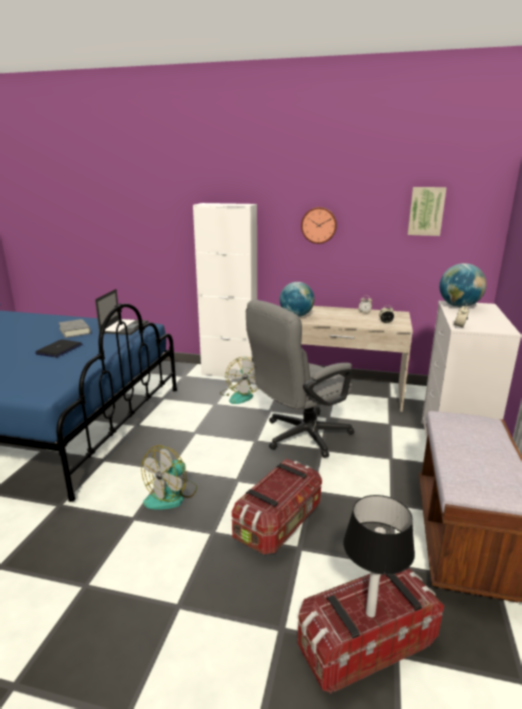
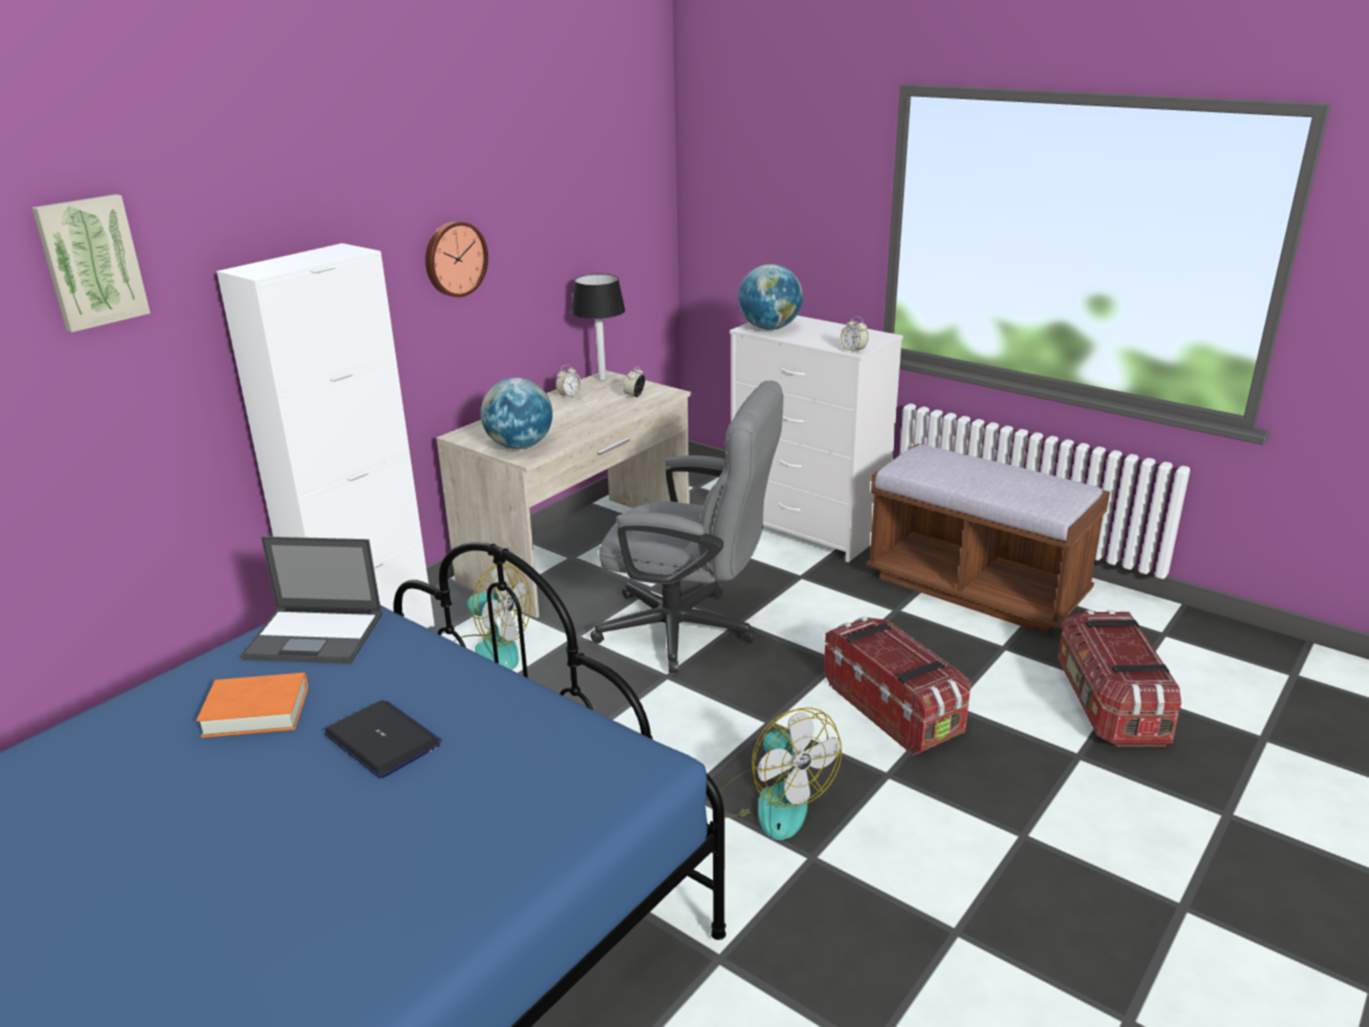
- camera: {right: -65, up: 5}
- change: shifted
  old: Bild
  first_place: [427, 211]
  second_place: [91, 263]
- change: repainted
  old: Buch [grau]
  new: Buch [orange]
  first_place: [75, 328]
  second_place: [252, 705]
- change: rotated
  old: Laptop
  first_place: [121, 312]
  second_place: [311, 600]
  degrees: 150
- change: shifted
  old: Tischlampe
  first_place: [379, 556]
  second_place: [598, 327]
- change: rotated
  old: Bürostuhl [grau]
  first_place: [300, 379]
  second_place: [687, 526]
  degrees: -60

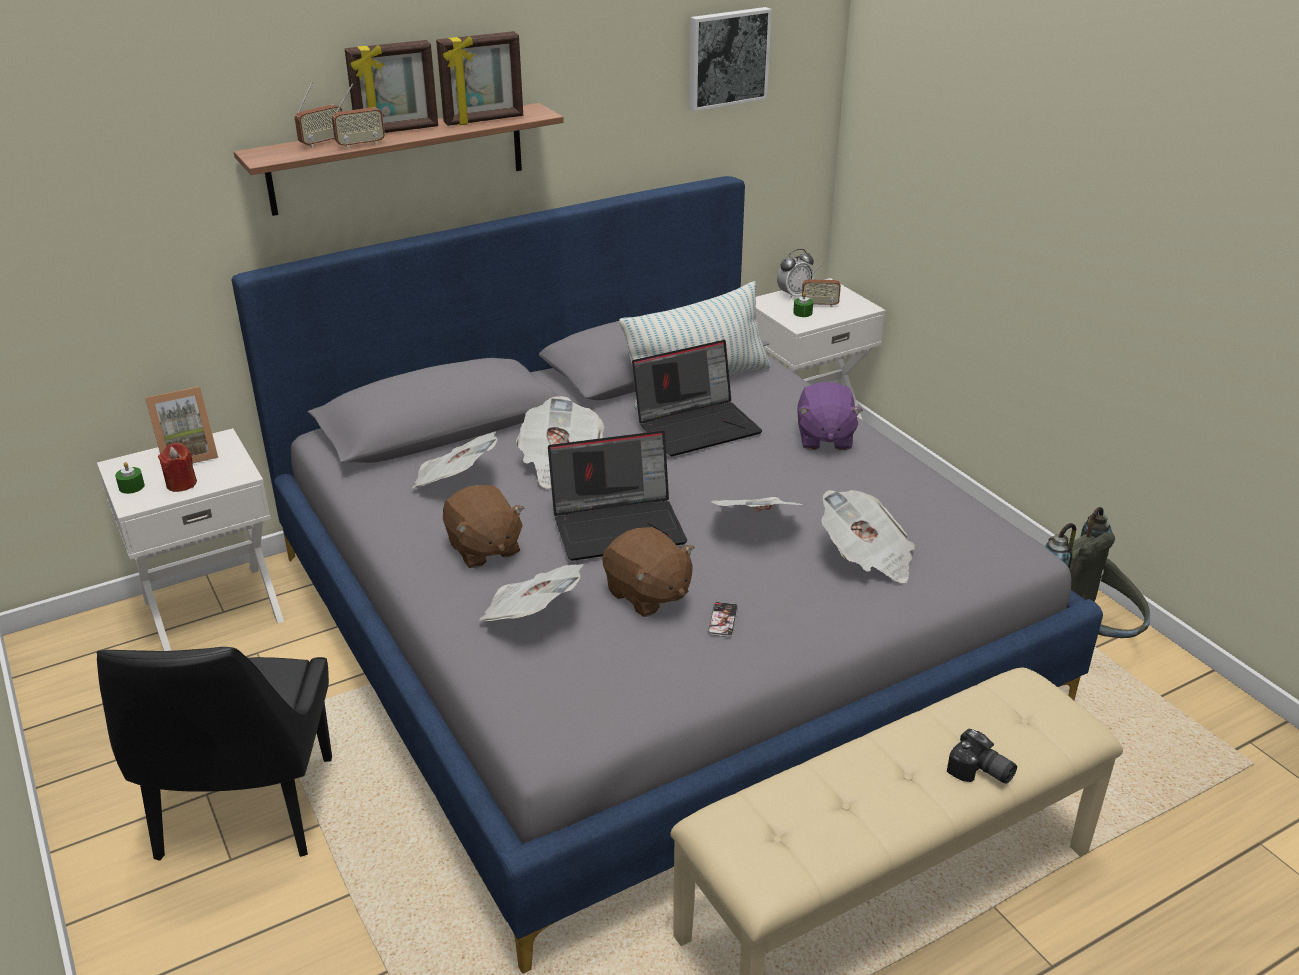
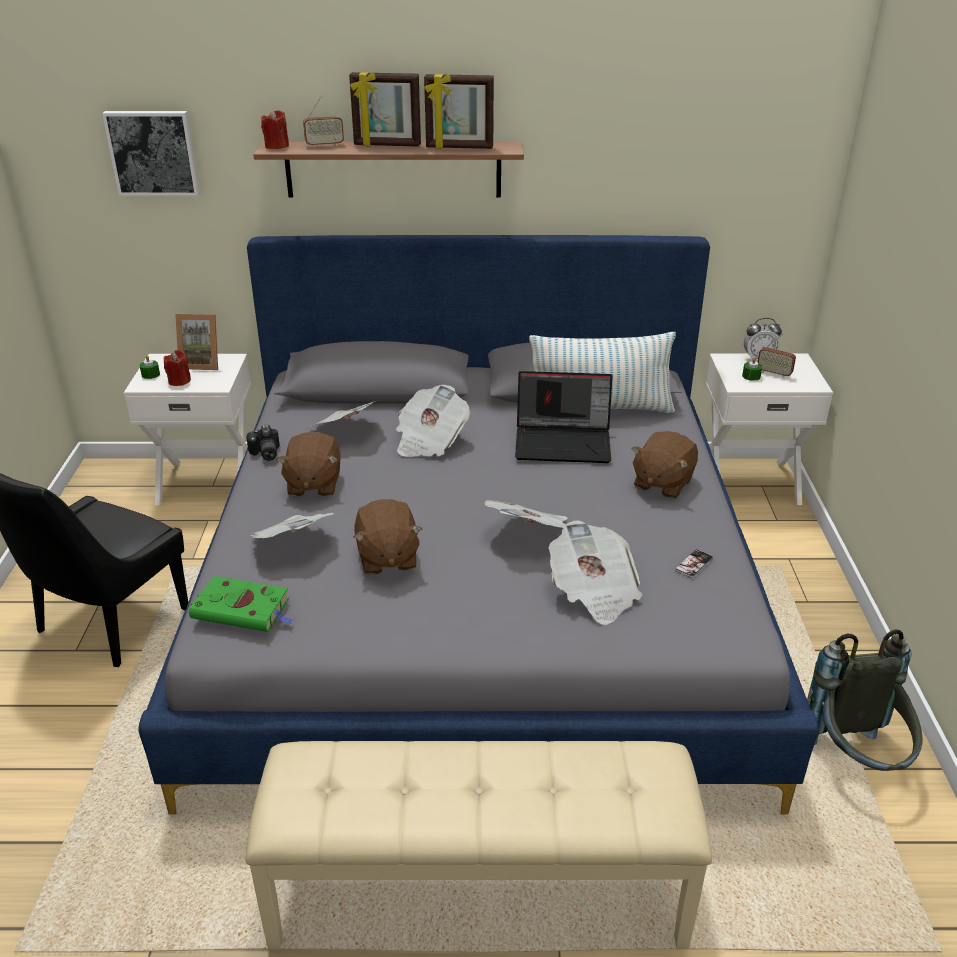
- camera: {right: 30, up: 0}
- change: shifted
  old: Bild
  first_place: [730, 59]
  second_place: [151, 153]
- change: new
  new: Buch [grün]
  second_place: [241, 604]
- change: shifted
  old: Kamera
  first_place: [982, 756]
  second_place: [263, 443]
- change: new
  new: Kerze [rot]
  second_place: [275, 129]
- change: repainted
  old: Plüschtier [lila]
  new: Plüschtier [braun]
  first_place: [830, 416]
  second_place: [665, 465]
- change: shifted
  old: Handy
  first_place: [722, 619]
  second_place: [694, 563]
- change: gone
  old: Radio
  first_place: [358, 116]
- change: gone
  old: Laptop
  first_place: [617, 496]

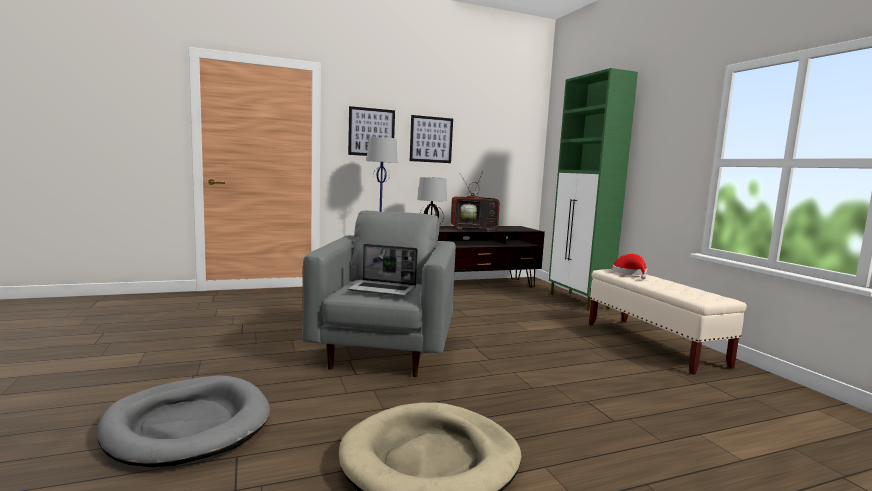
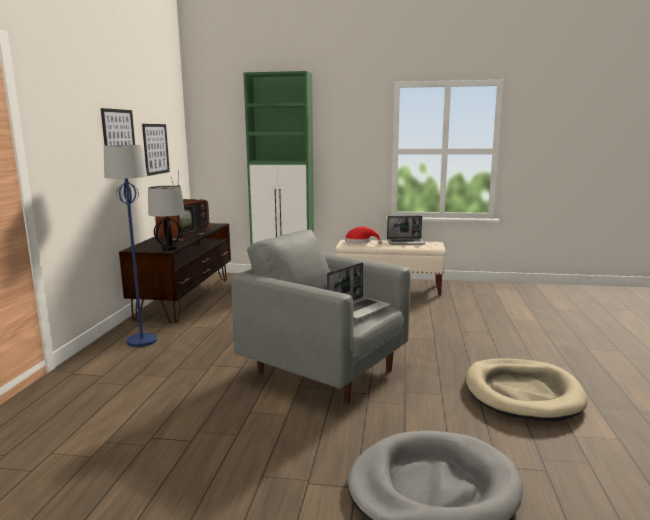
- camera: {right: -60, up: 5}
- change: shifted
  old: Bild
  first_place: [371, 131]
  second_place: [156, 150]
- change: new
  new: Laptop
  second_place: [406, 230]

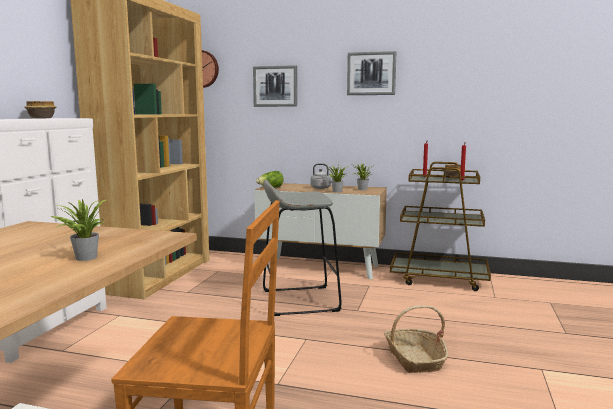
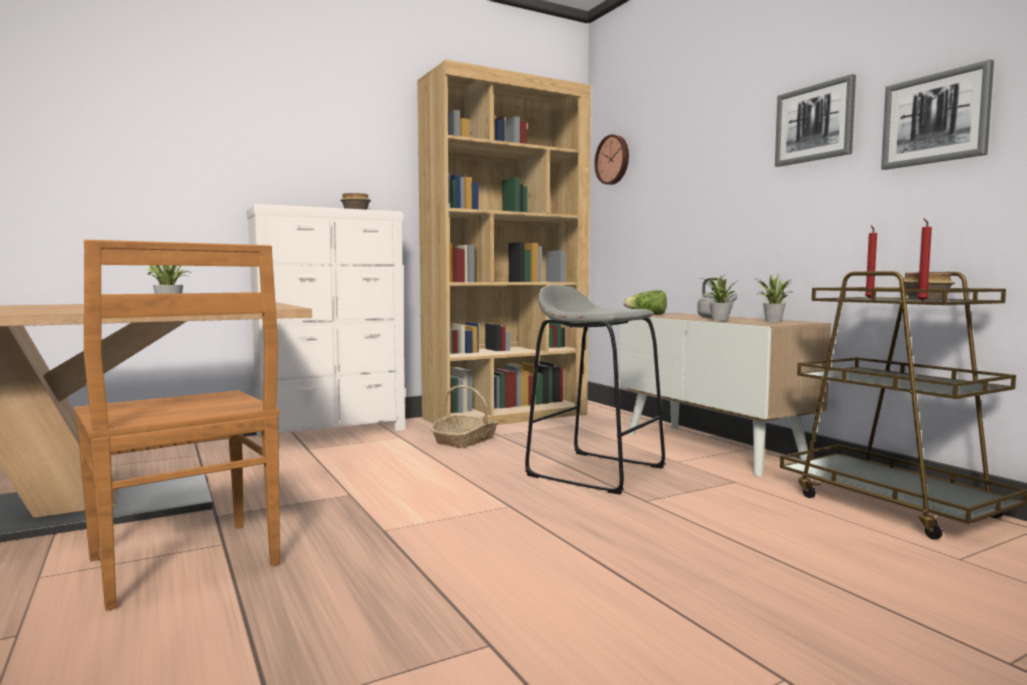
- camera: {right: 45, up: -5}
- change: shifted
  old: Korb
  first_place: [416, 339]
  second_place: [464, 416]
- change: shifted
  old: Bild
  first_place: [275, 86]
  second_place: [937, 114]

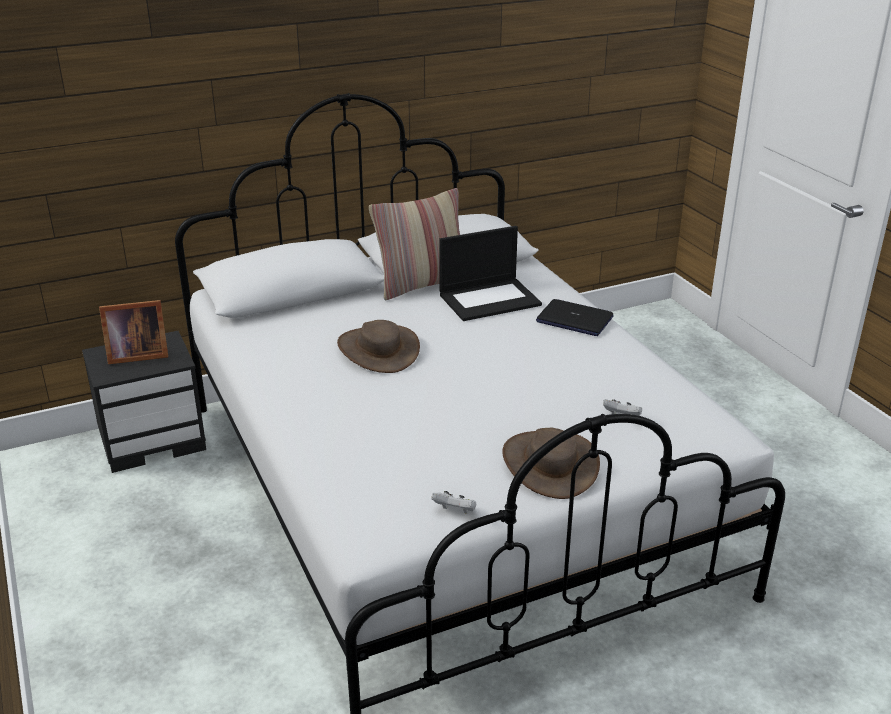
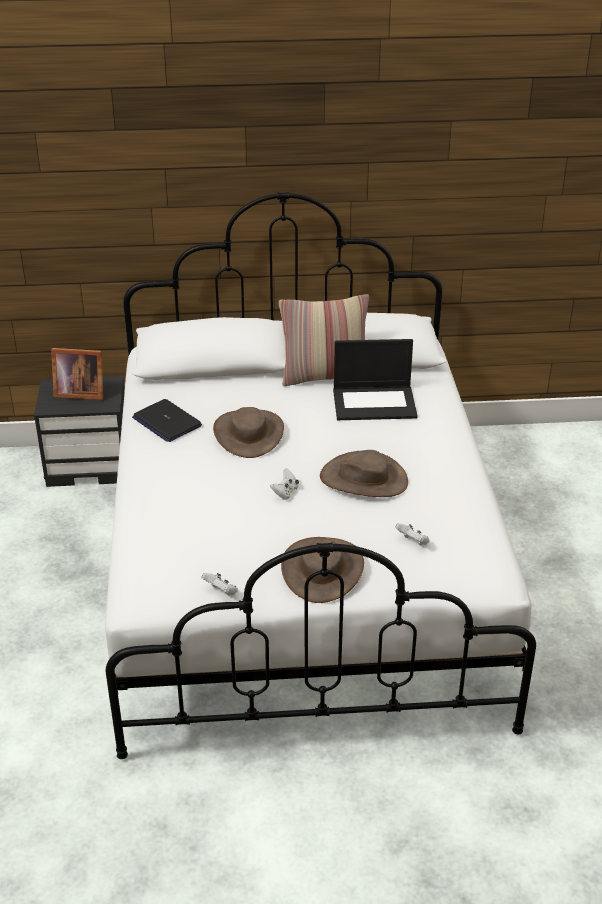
- camera: {right: 20, up: 5}
- change: shifted
  old: Laptop
  first_place: [575, 317]
  second_place: [167, 420]
- change: new
  new: Gamepad [weiß]
  second_place: [285, 484]
- change: new
  new: Hut [braun]
  second_place: [364, 473]

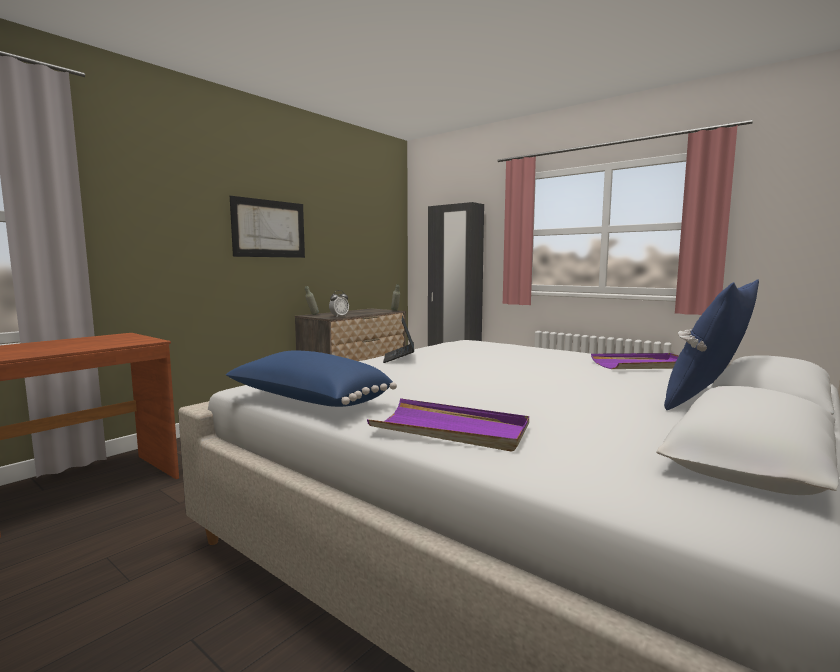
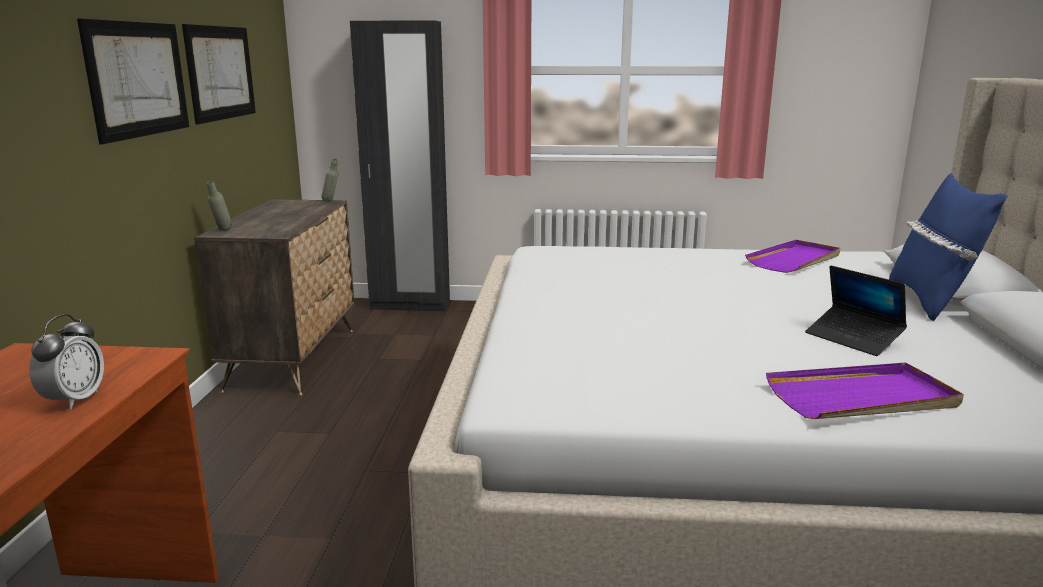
- camera: {right: -35, up: 10}
- change: shifted
  old: Wecker
  first_place: [339, 303]
  second_place: [66, 361]
- change: new
  new: Bild
  second_place: [219, 74]
- change: shifted
  old: Laptop
  first_place: [398, 339]
  second_place: [856, 310]
- change: gone
  old: Kissen [blau]
  first_place: [311, 378]

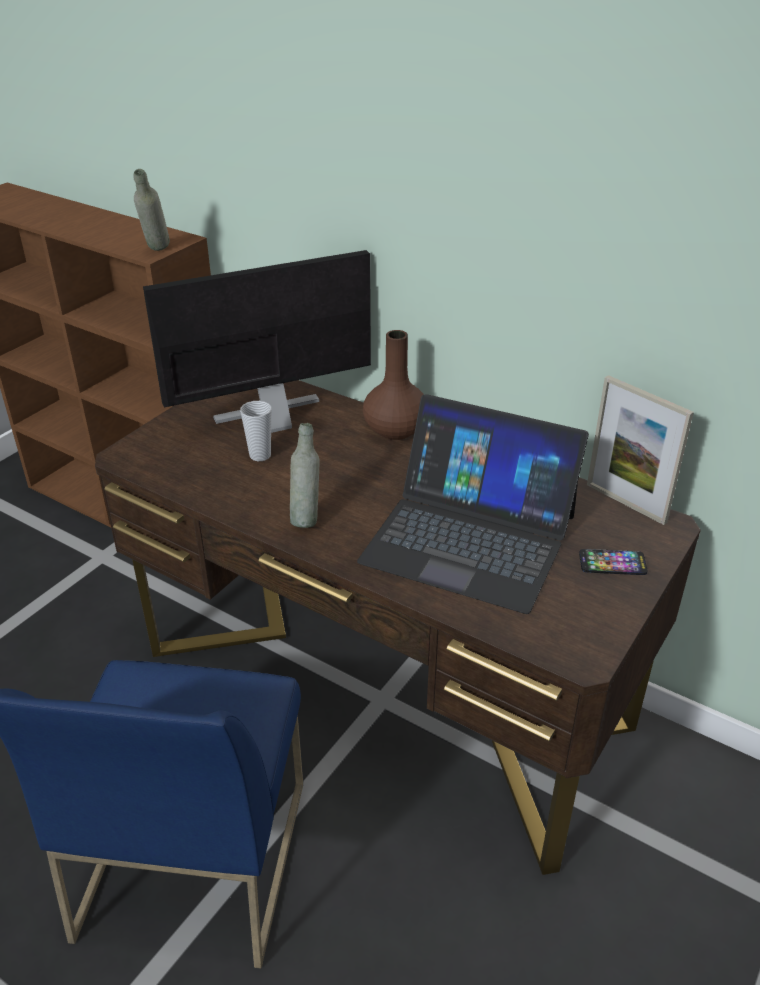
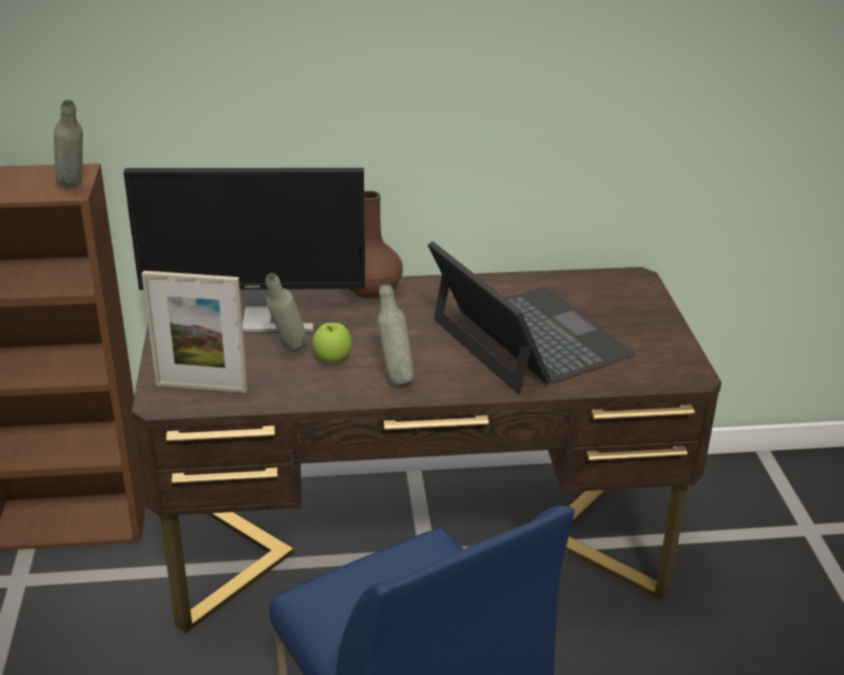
- camera: {right: -40, up: -5}
- change: rotated
  old: Monitor
  first_place: [257, 341]
  second_place: [244, 250]
  degrees: -120
- change: shifted
  old: Bilderrahmen
  first_place: [640, 450]
  second_place: [195, 332]
- change: swapped
  old: Tasse
  new: Flasche [grau]
  first_place: [255, 431]
  second_place: [286, 311]
- change: new
  new: Apfel
  second_place: [332, 343]
- change: rotated
  old: Laptop
  first_place: [473, 504]
  second_place: [531, 317]
  degrees: -105
- change: gone
  old: Handy
  first_place: [613, 562]

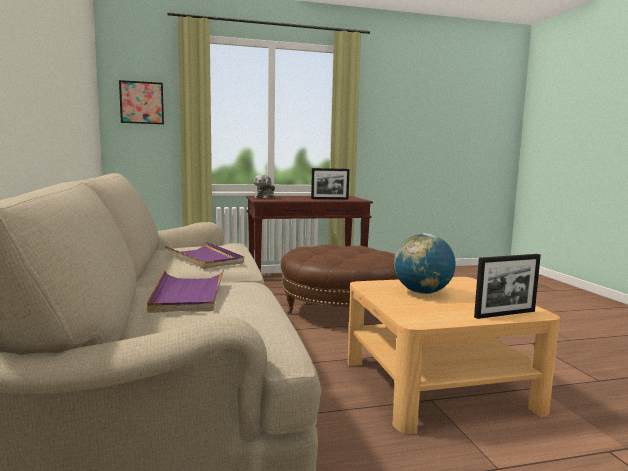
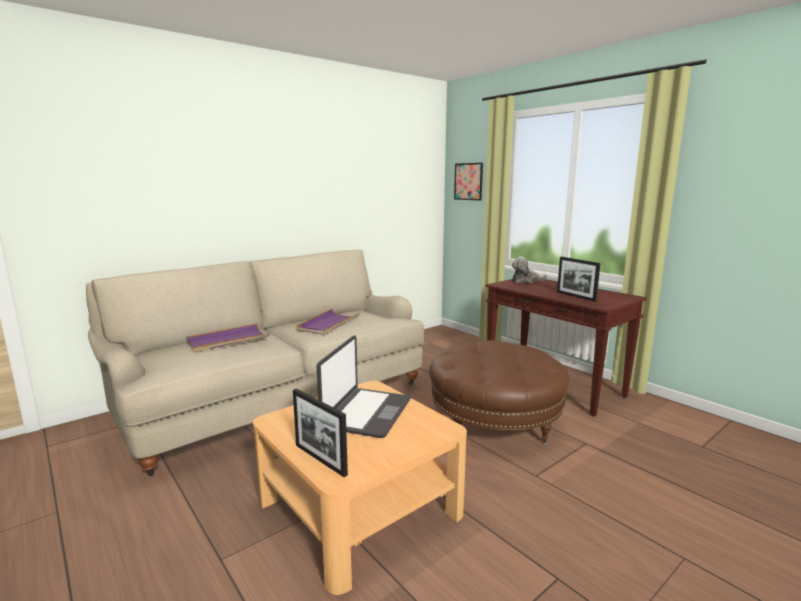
- camera: {right: 65, up: 5}
- change: swapped
  old: Globus
  new: Laptop
  first_place: [425, 263]
  second_place: [364, 387]

